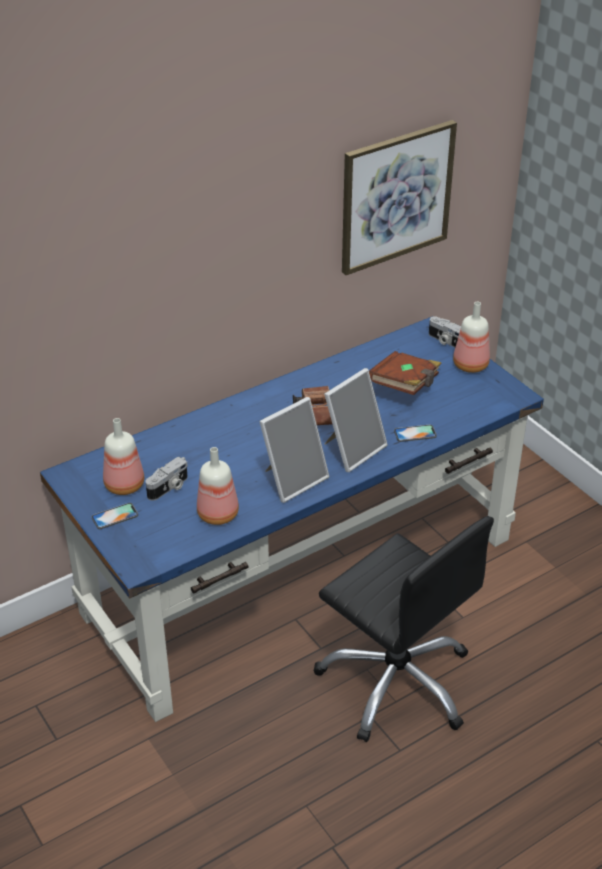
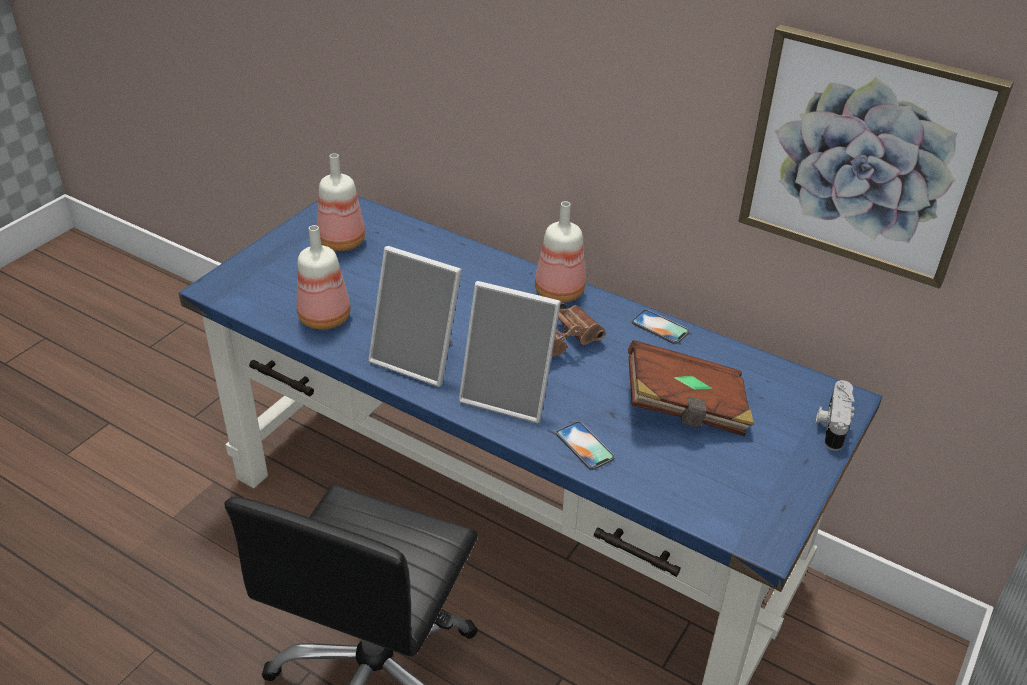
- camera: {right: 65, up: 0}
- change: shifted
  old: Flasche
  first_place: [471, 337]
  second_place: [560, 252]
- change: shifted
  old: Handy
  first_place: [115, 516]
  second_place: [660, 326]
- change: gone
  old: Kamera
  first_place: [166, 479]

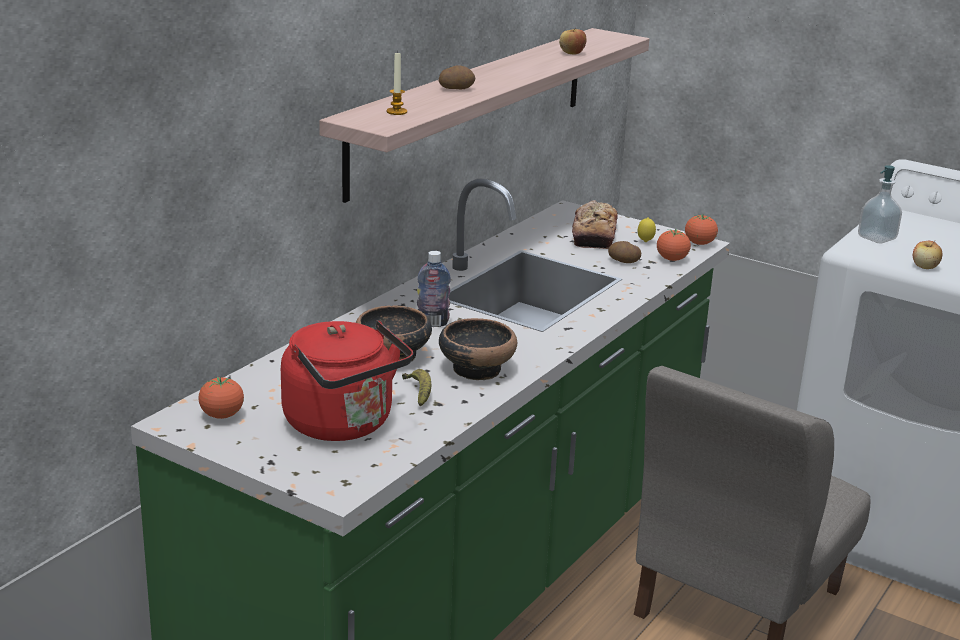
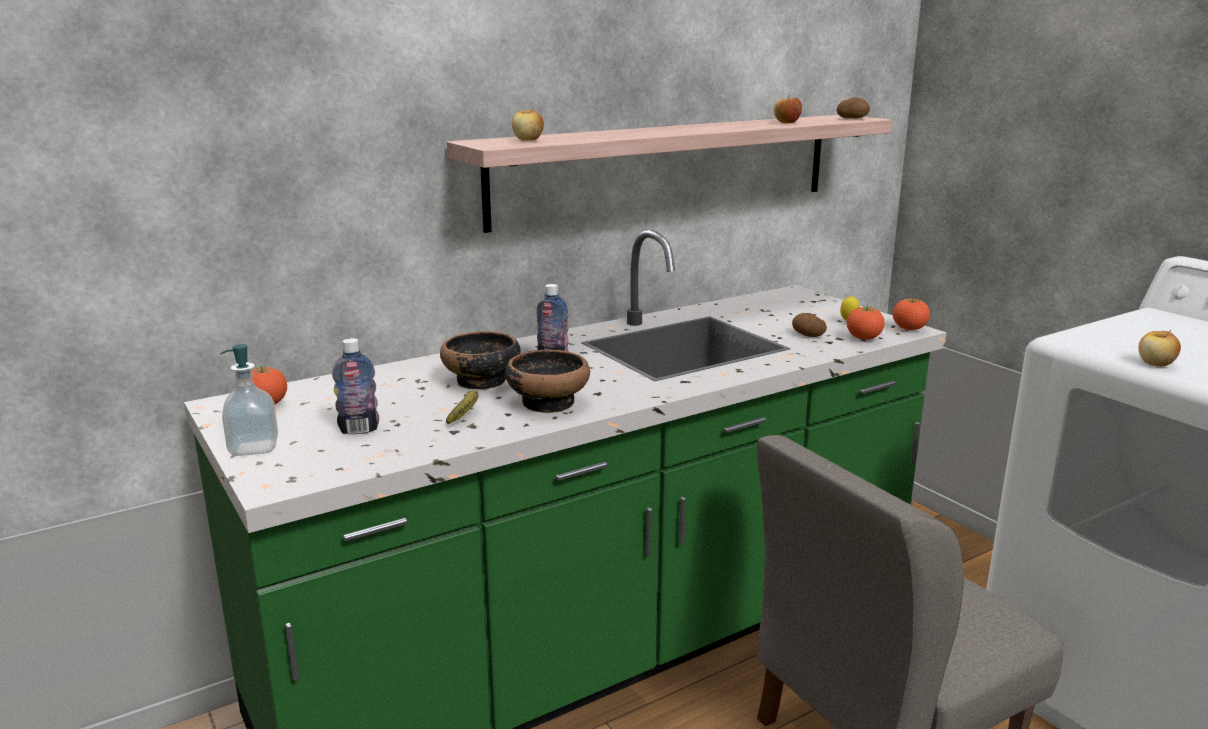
- camera: {right: 25, up: -5}
- change: shifted
  old: Seifenspender
  first_place: [880, 204]
  second_place: [249, 400]
- change: swapped
  old: Wasserkessel [rot]
  new: Flasche
  first_place: [347, 380]
  second_place: [355, 386]
- change: swapped
  old: Kerze
  new: Apfel
  first_place: [397, 83]
  second_place: [528, 124]
- change: shifted
  old: Kartoffel
  first_place: [457, 77]
  second_place: [853, 108]
- change: gone
  old: Brot
  first_place: [595, 224]

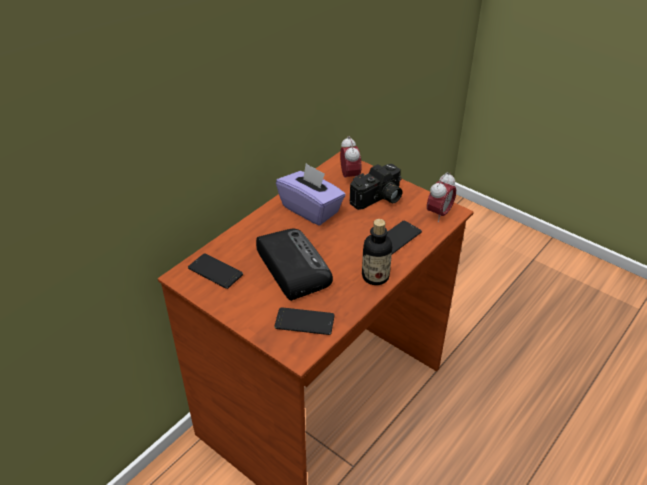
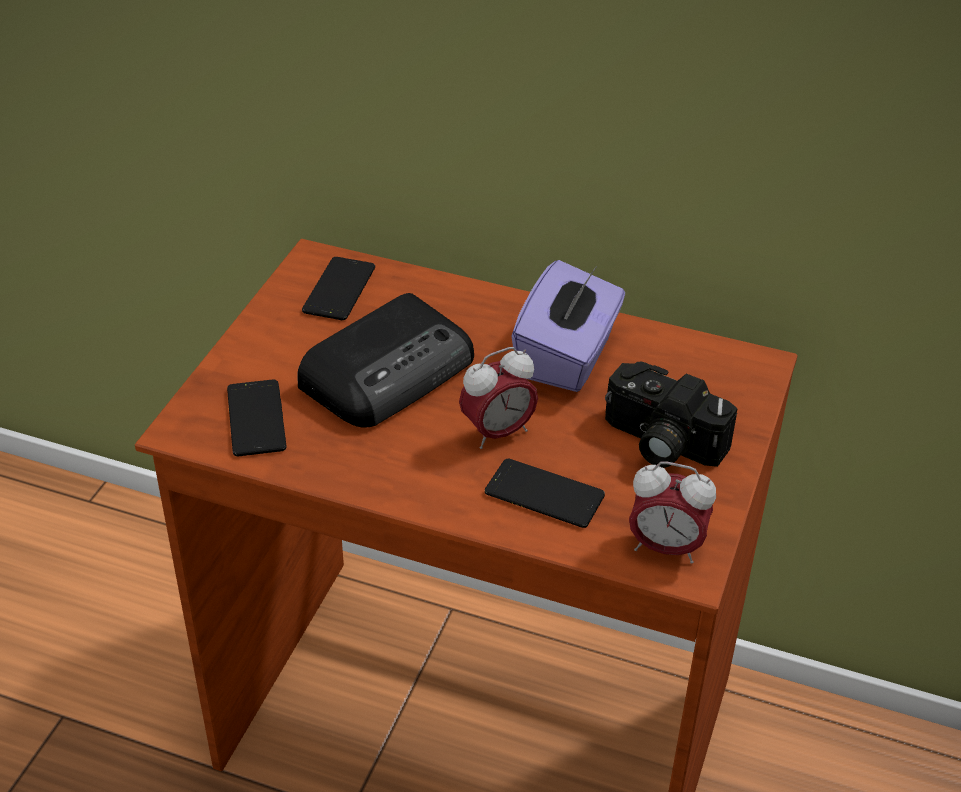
- camera: {right: 70, up: 0}
- change: shifted
  old: Wecker
  first_place: [350, 157]
  second_place: [498, 398]
- change: gone
  old: Flasche
  first_place: [377, 252]

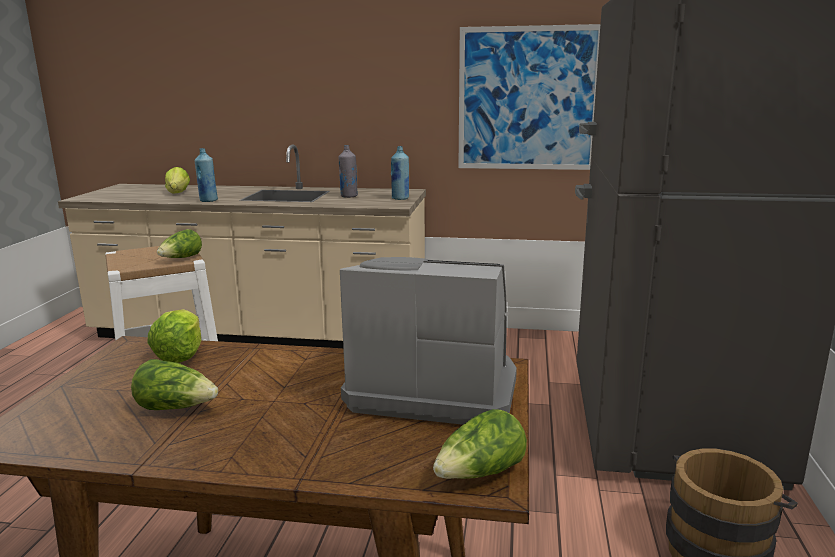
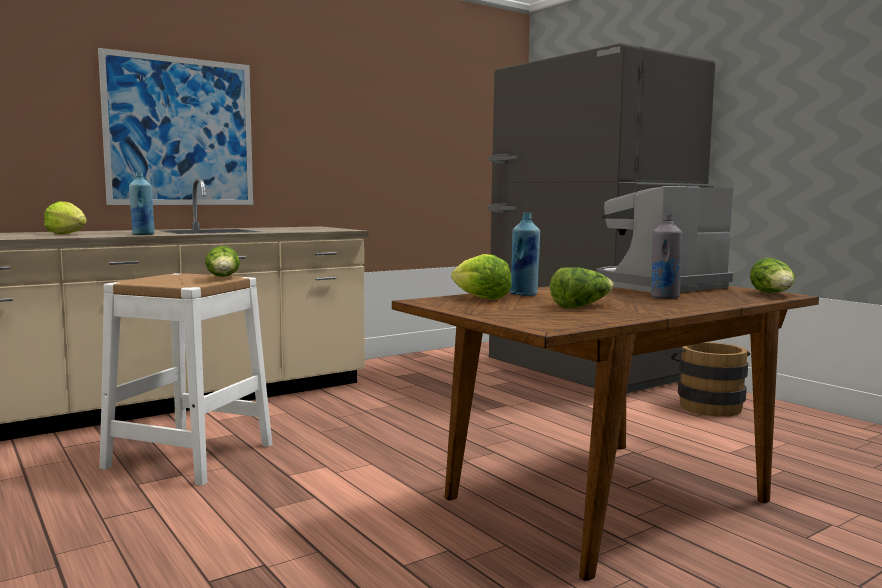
- camera: {right: -45, up: -10}
- change: shifted
  old: Bild
  first_place: [529, 97]
  second_place: [175, 126]
- change: shifted
  old: Flasche [blau]
  first_place: [400, 173]
  second_place: [525, 254]
- change: shifted
  old: Flasche [grau]
  first_place: [348, 171]
  second_place: [666, 256]

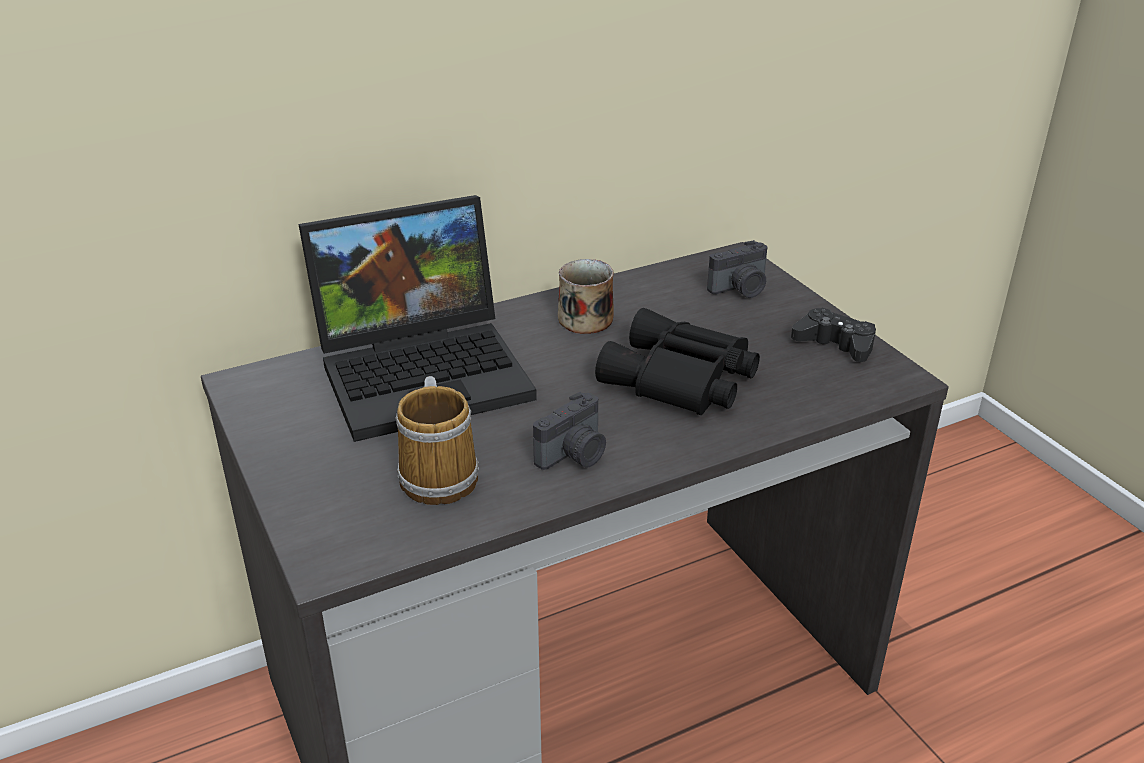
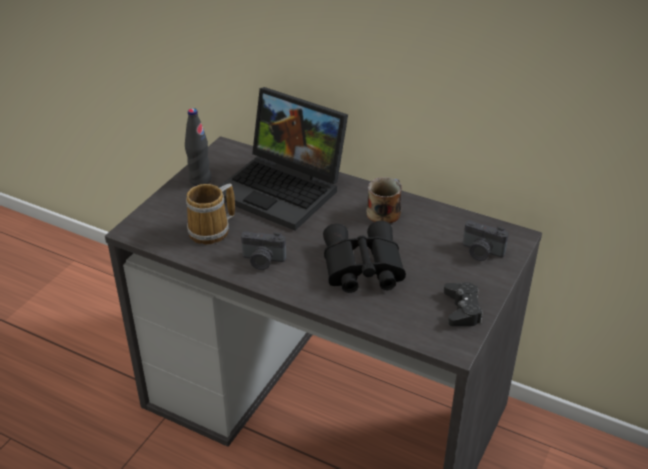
- camera: {right: 55, up: 5}
- change: new
  new: Flasche [schwarz]
  second_place: [198, 147]

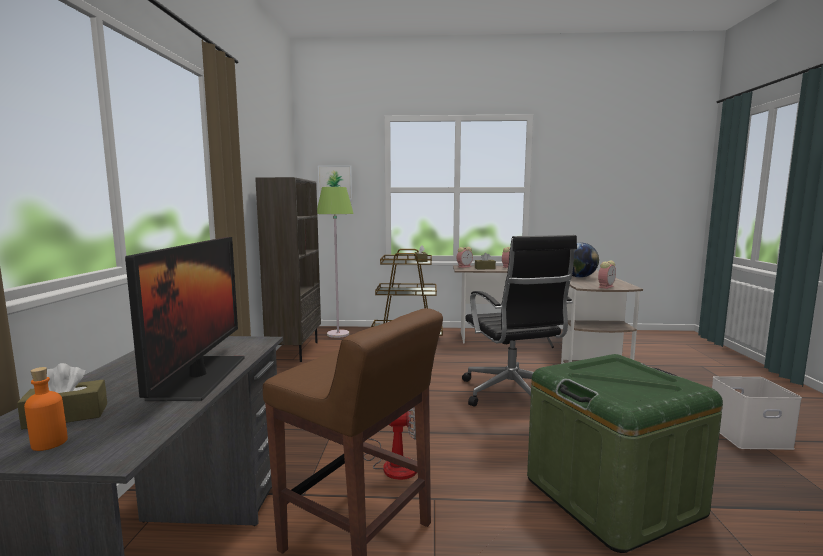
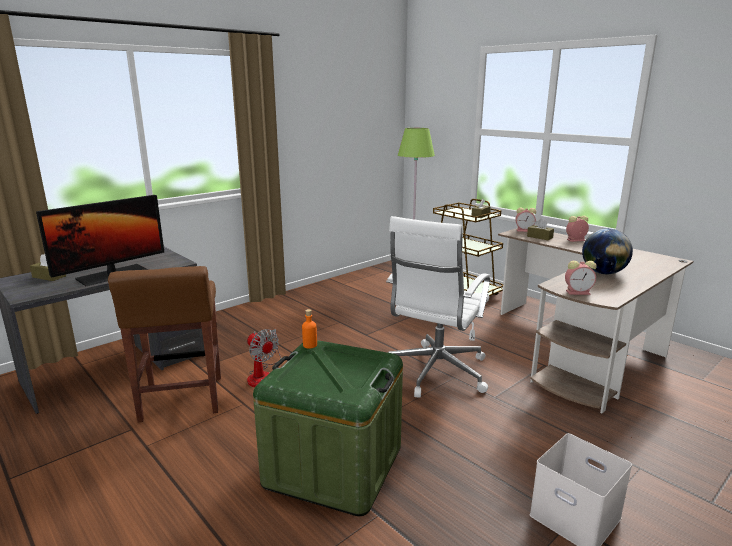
- camera: {right: 45, up: 10}
- change: shifted
  old: Flasche [orange]
  first_place: [46, 409]
  second_place: [309, 328]
- change: repainted
  old: Bürostuhl [schwarz]
  new: Bürostuhl [weiß]
  first_place: [519, 321]
  second_place: [438, 307]
- change: gone
  old: Bücherregal [braun]
  first_place: [288, 269]
- change: gone
  old: Bild
  first_place: [335, 182]

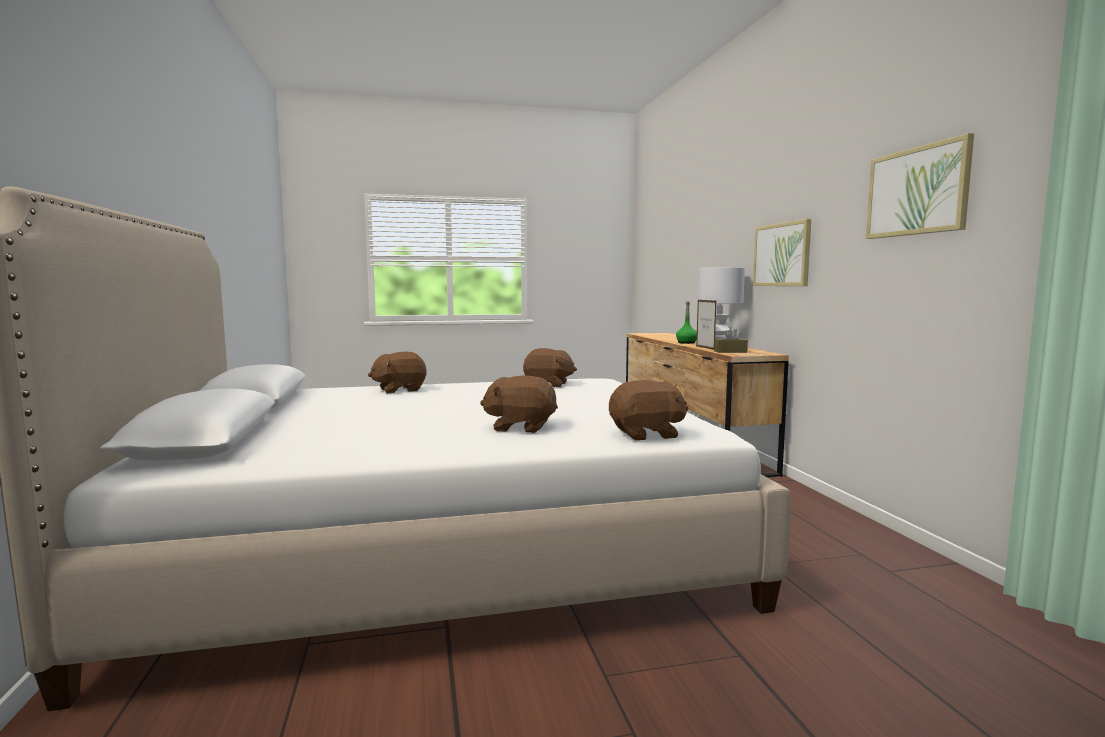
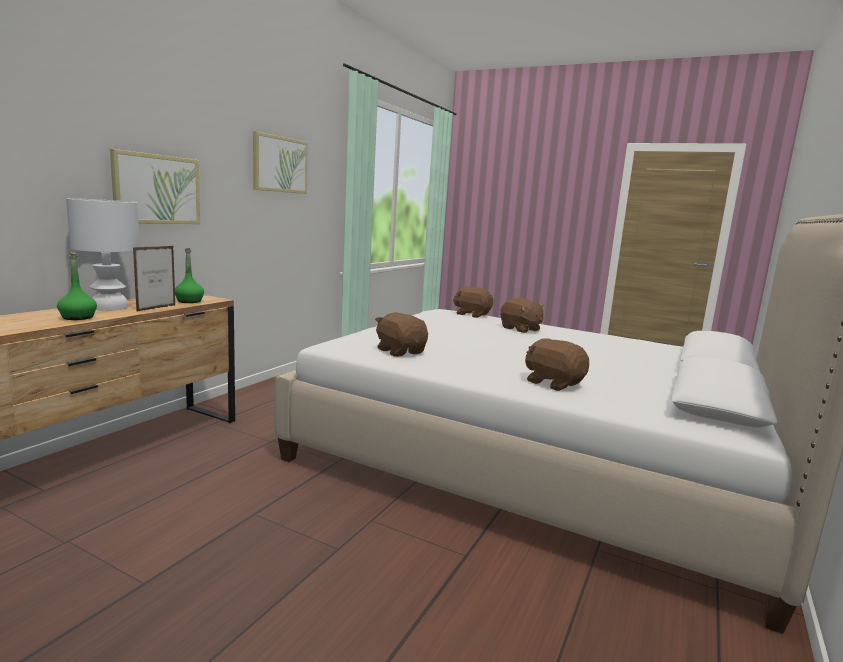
- camera: {right: -140, up: 5}
- change: swapped
  old: Taschentuchbox [braun]
  new: Flasche [grün]
  first_place: [731, 340]
  second_place: [189, 275]
- change: rotated
  old: Plüschtier [braun]
  first_place: [397, 372]
  second_place: [557, 364]
  degrees: -150

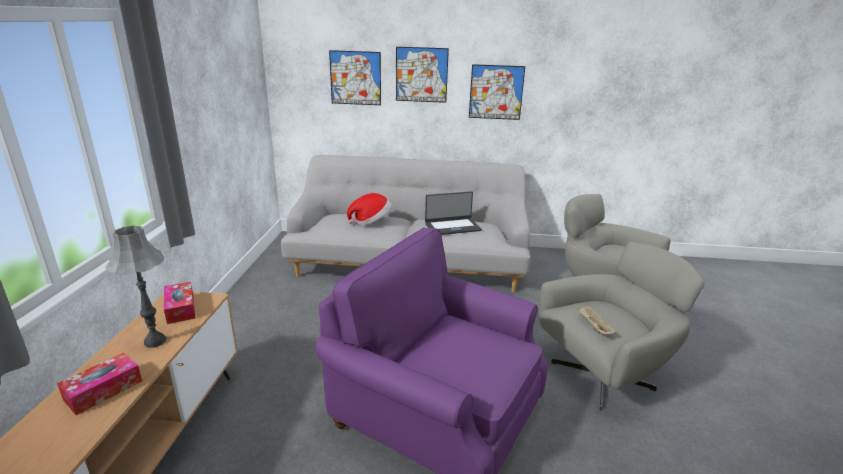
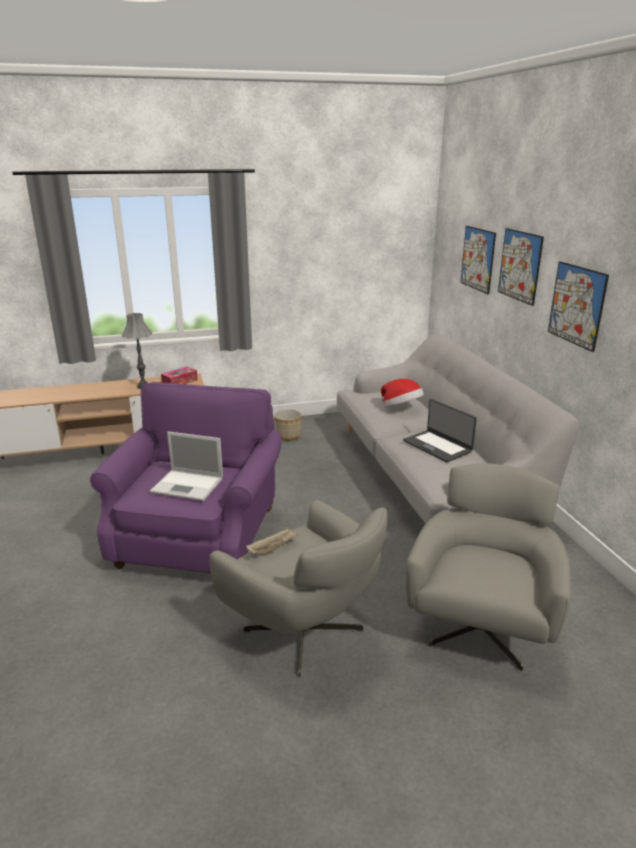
- camera: {right: 70, up: 0}
- change: new
  new: Laptop
  second_place: [186, 466]
- change: new
  new: Pflanzkübel
  second_place: [288, 425]
- change: gone
  old: Taschentuchbox
  first_place: [99, 384]

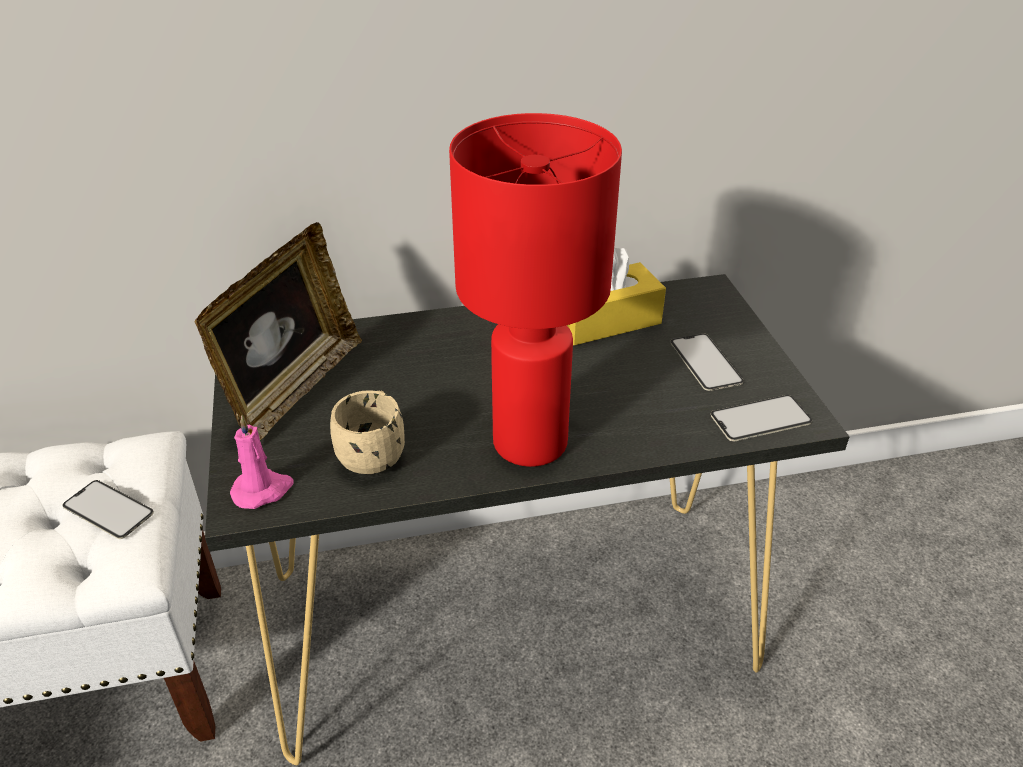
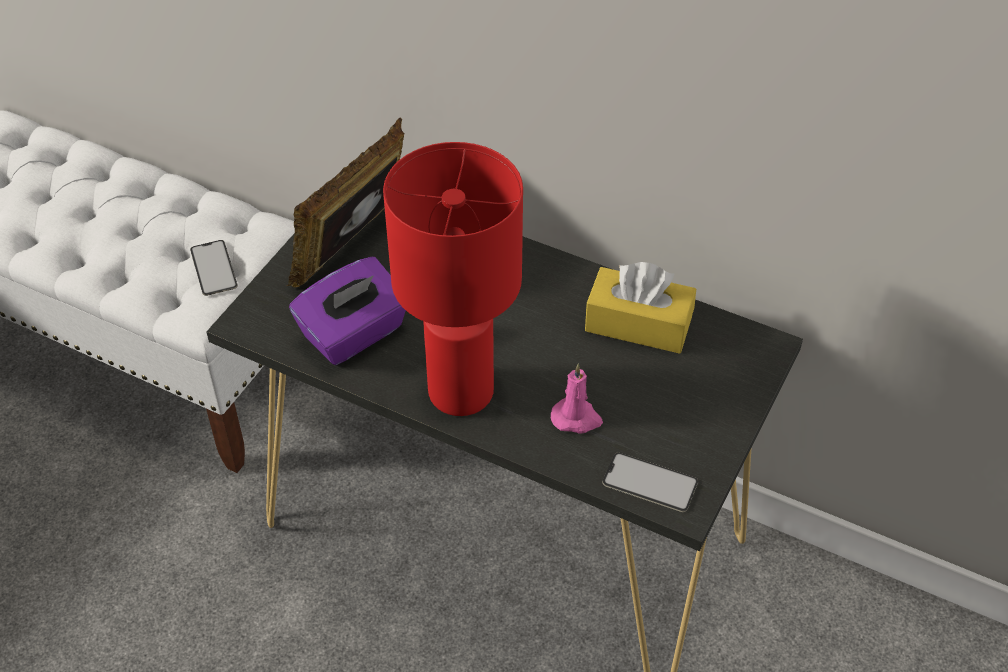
- camera: {right: 40, up: 10}
- change: rotated
  old: Bilderrahmen
  first_place: [278, 331]
  second_place: [345, 202]
  degrees: 150
- change: swapped
  old: Henkelbecher [beige]
  new: Taschentuchbox [lila]
  first_place: [367, 432]
  second_place: [347, 311]
- change: shifted
  old: Kerze [rosa]
  first_place: [261, 462]
  second_place: [577, 398]
- change: gone
  old: Handy
  first_place: [707, 362]

